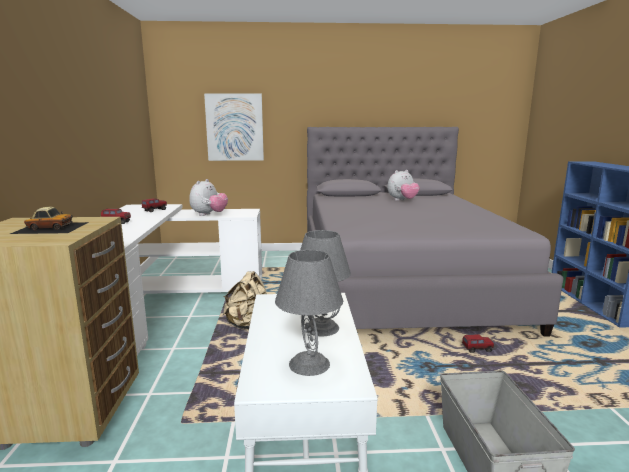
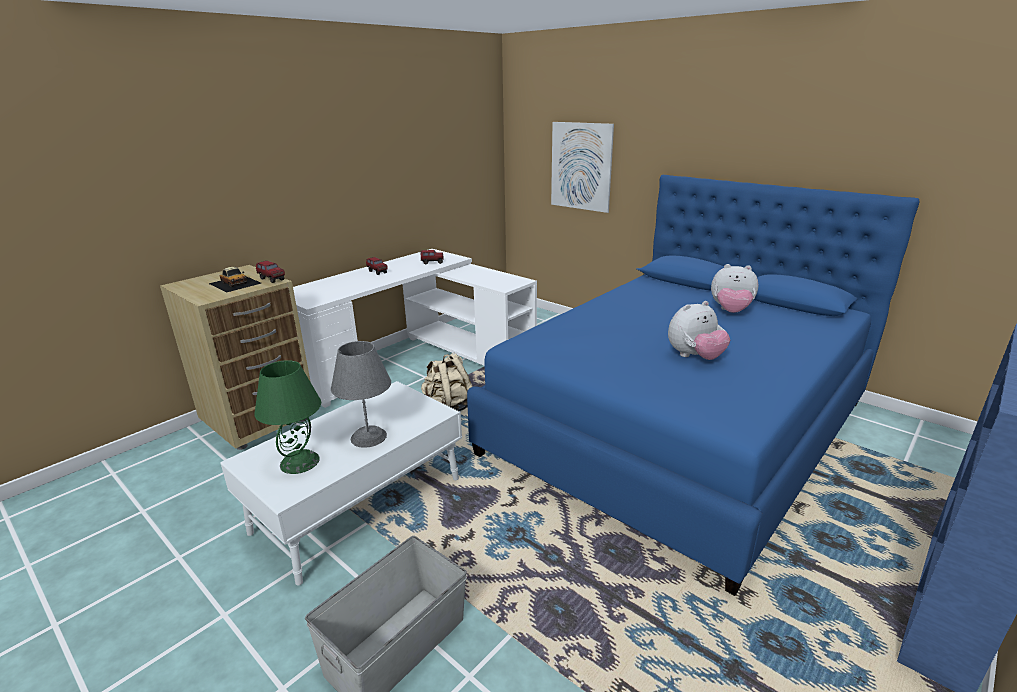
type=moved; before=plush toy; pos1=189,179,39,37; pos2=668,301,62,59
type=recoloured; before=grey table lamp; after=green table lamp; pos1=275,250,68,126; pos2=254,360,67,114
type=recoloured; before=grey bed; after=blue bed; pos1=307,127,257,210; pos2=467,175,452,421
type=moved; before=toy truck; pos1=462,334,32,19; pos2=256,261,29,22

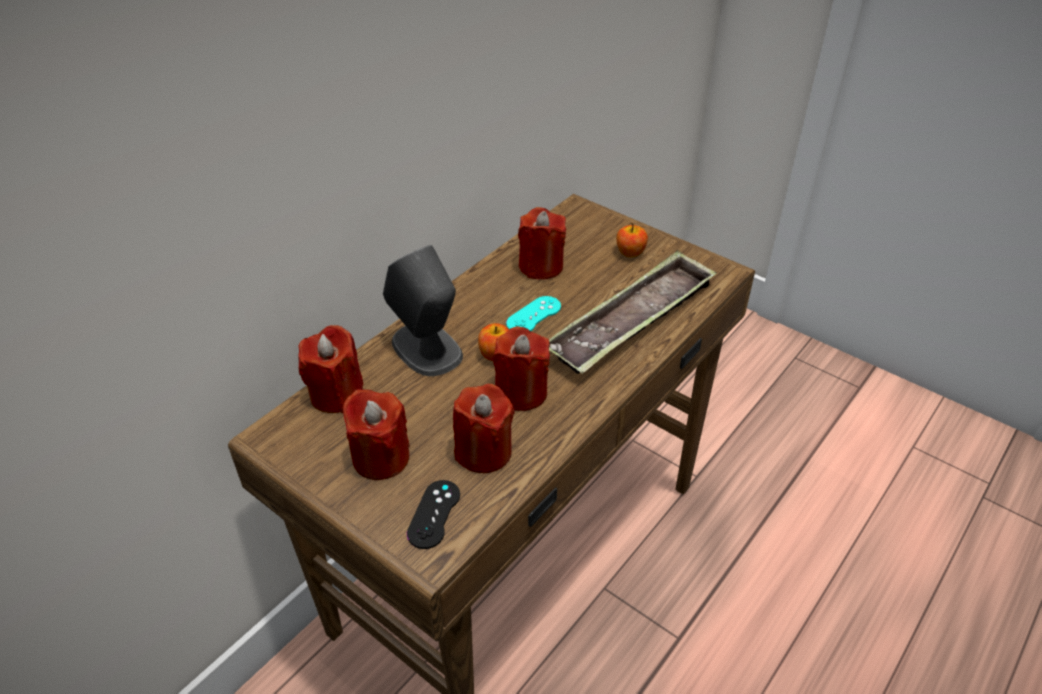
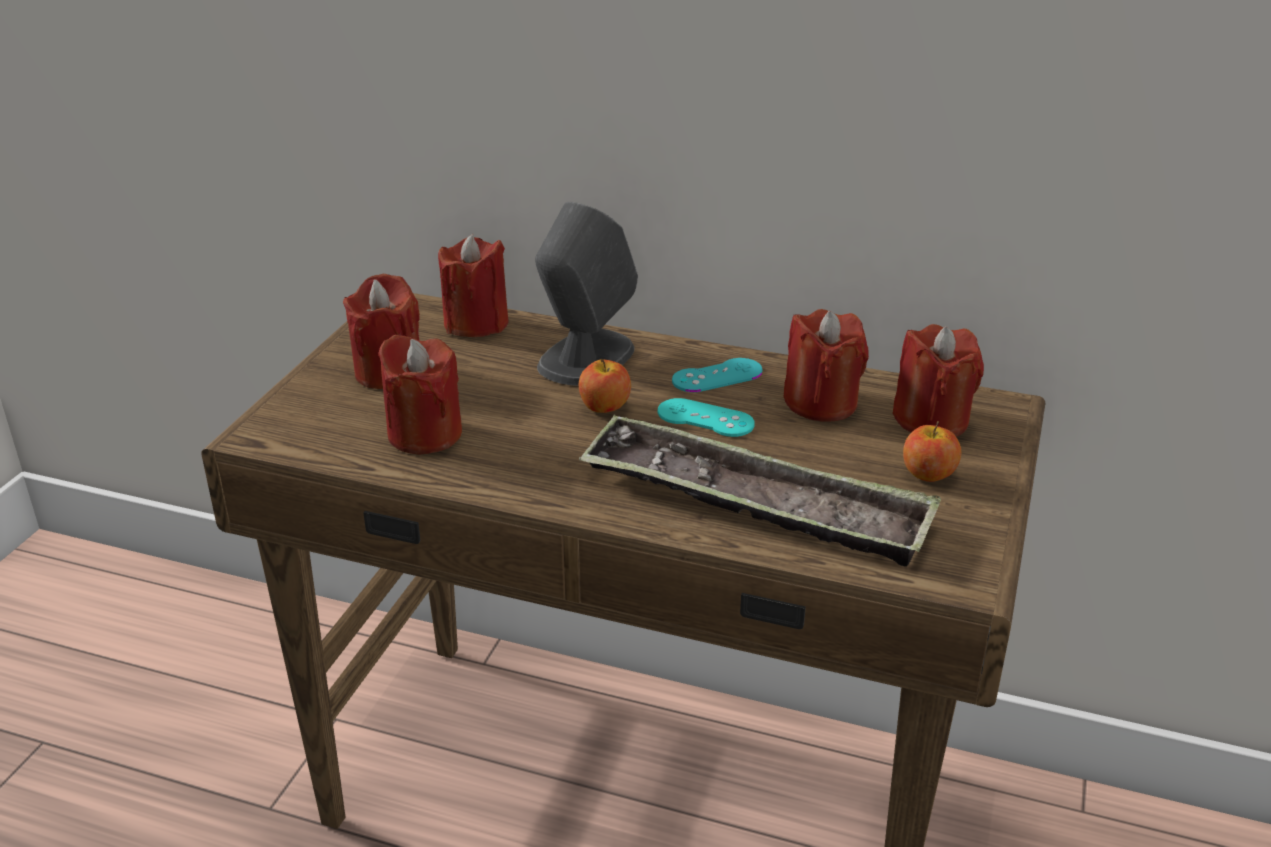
type=removed; before=black game controller; pos1=407,480,53,69
type=moved; before=red candle; pos1=493,327,57,84; pos2=892,324,92,113
type=added; after=turquoise game controller; pos2=672,358,91,34

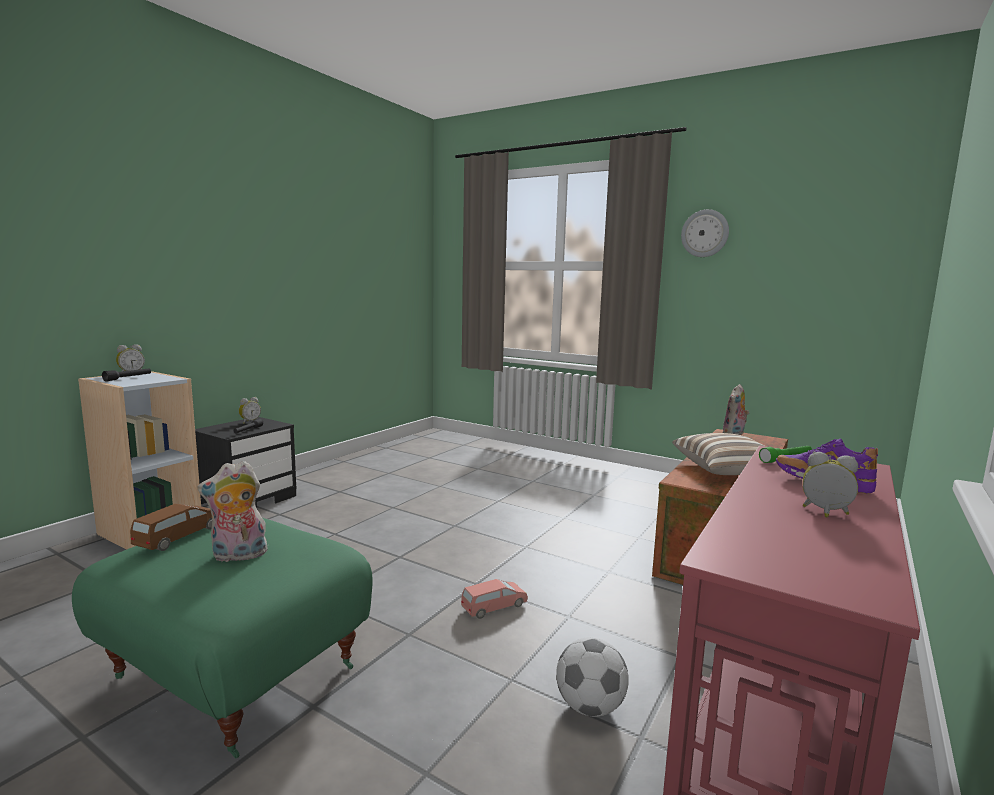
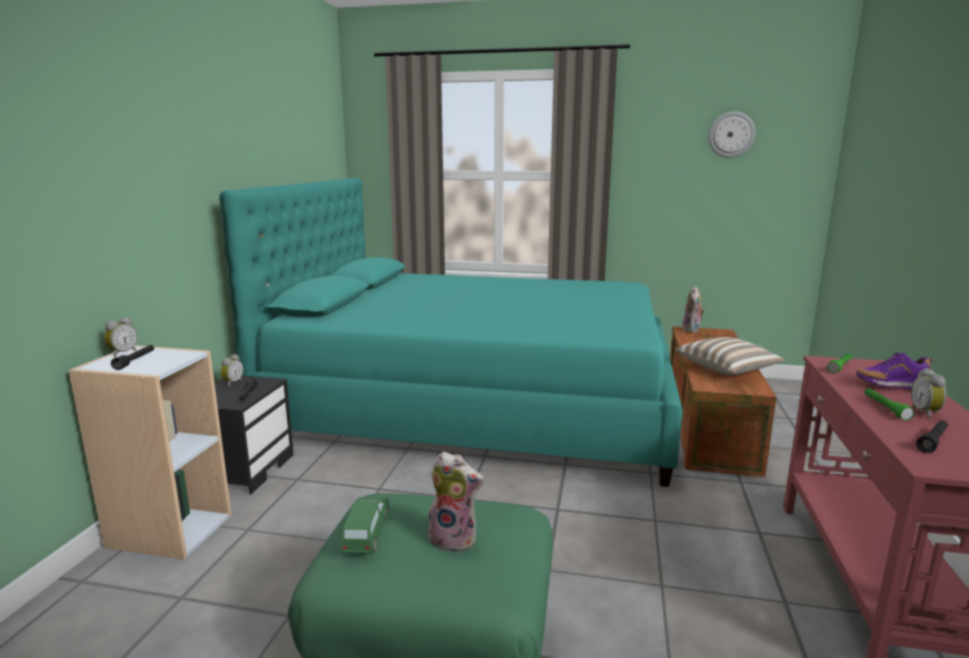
type=recoloured; before=brown toy car; after=green toy car; pos1=130,504,82,47; pos2=341,497,48,57
type=turned; before=plush toy; pos1=197,461,74,101; pos2=428,451,56,102; turn=-120
type=removed; before=pink toy car; pos1=461,579,67,40
type=removed; before=football; pos1=556,637,73,80
type=moved; before=wall clock; pos1=681,209,48,48; pos2=708,111,48,47
type=turned; before=alarm clock; pos1=803,451,55,66; pos2=911,368,35,51; turn=-90
type=added; after=turquoise bed; pos2=219,178,463,309
type=added; after=green flashlight; pos2=864,388,51,33
type=added; after=black flashlight; pos2=916,421,32,32

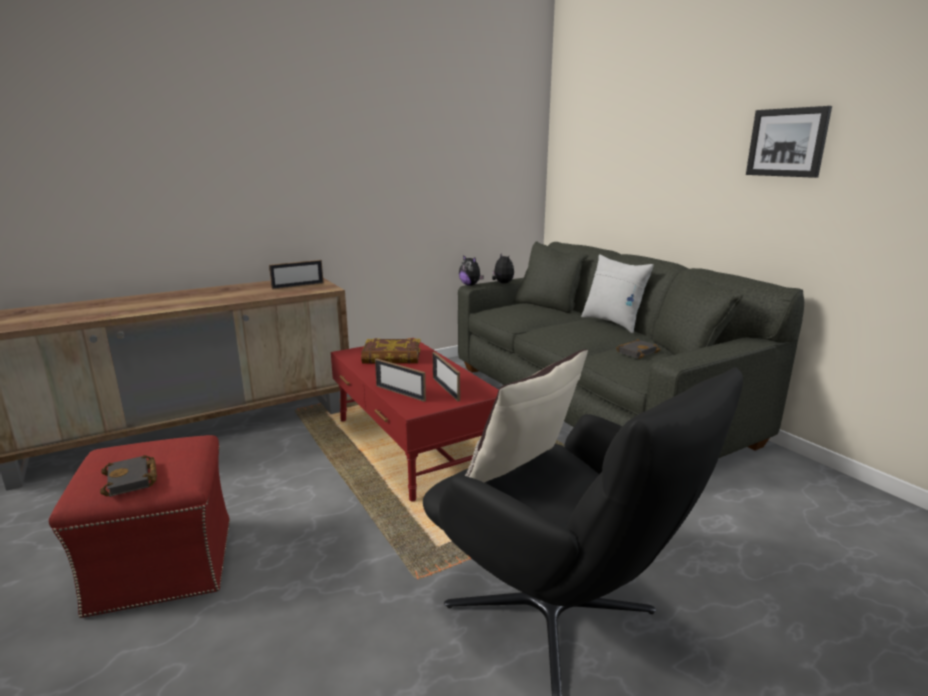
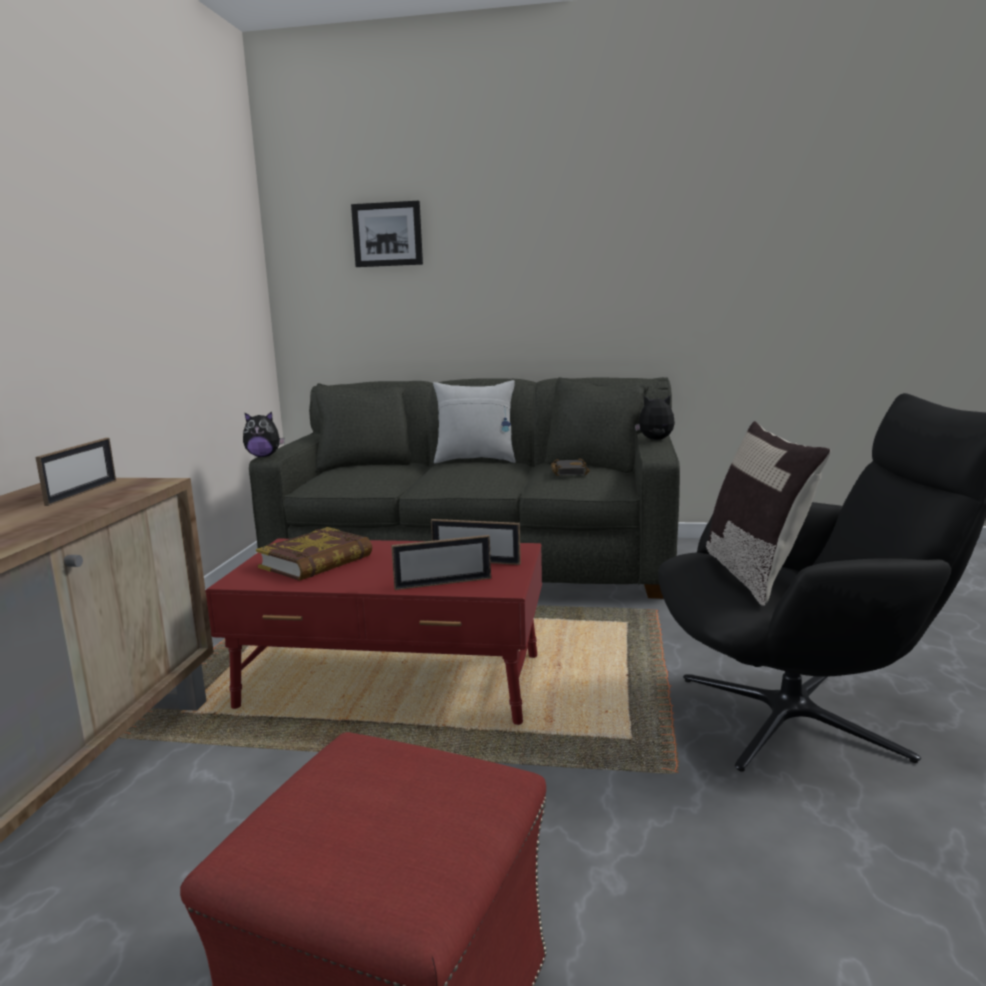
type=removed; before=black book; pos1=100,455,57,42
type=moved; before=plush toy; pos1=492,253,22,31; pos2=635,395,40,45
type=moved; before=picture; pos1=746,106,86,72; pos2=351,201,72,66

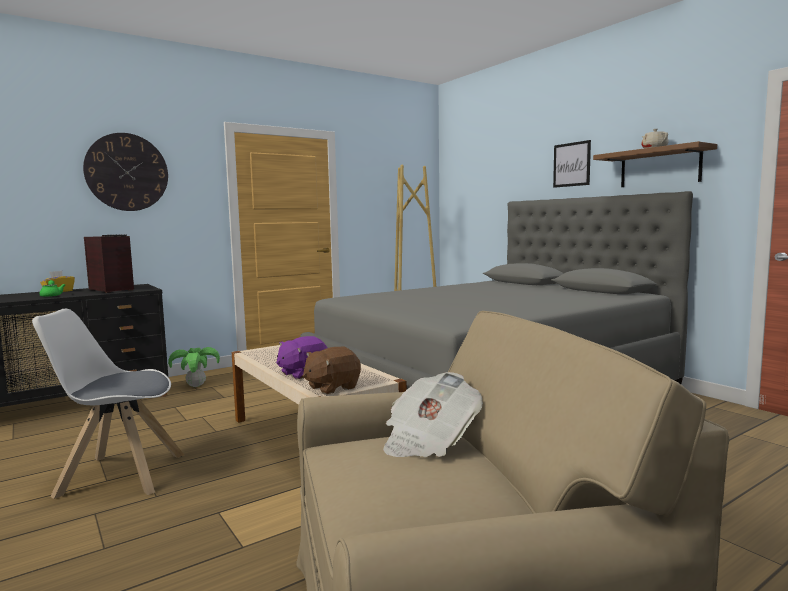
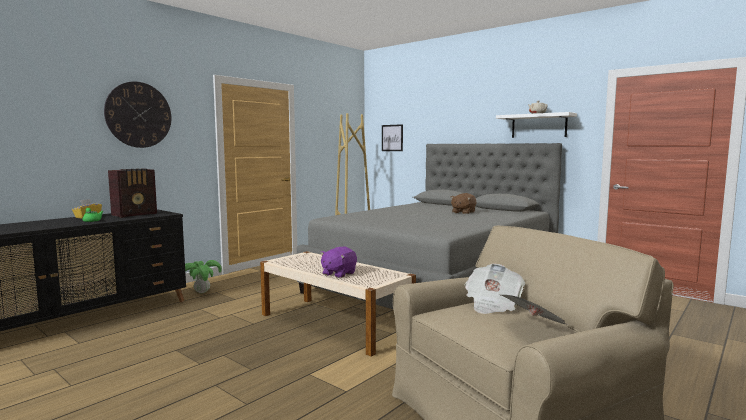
type=removed; before=chair; pos1=32,309,152,190
type=turned; before=radio; pos1=84,235,50,58; pos2=108,168,49,50; turn=105
type=moved; before=brown plush toy; pos1=303,347,58,47; pos2=451,193,25,21
type=moved; before=picture; pos1=553,140,38,48; pos2=382,124,21,27
type=recoloured; before=brown shelf; after=white shelf; pos1=593,141,124,46; pos2=496,112,81,26
type=added; after=newspaper; pos2=501,295,67,29

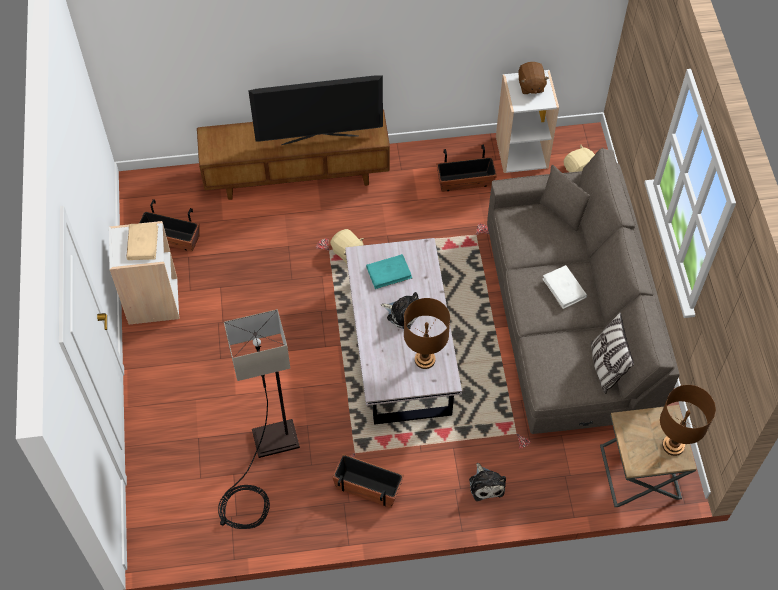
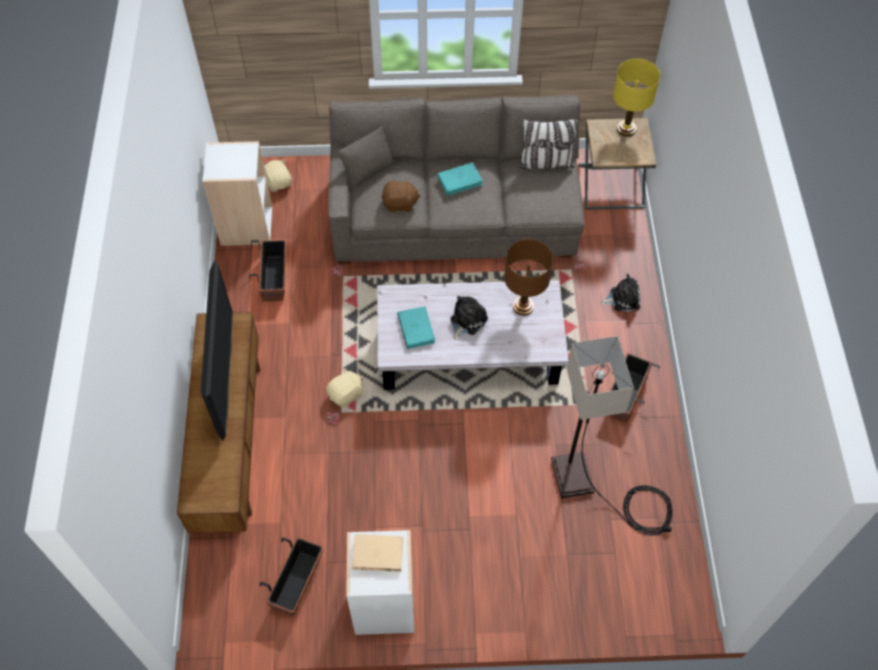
type=moved; before=brown plush toy; pos1=518,62,31,32; pos2=381,178,39,35
type=recoloured; before=white book; after=turquoise book; pos1=543,265,44,44; pos2=437,162,47,34
type=recoloured; before=brown table lamp; after=yellow table lamp; pos1=660,385,56,71; pos2=613,58,47,78

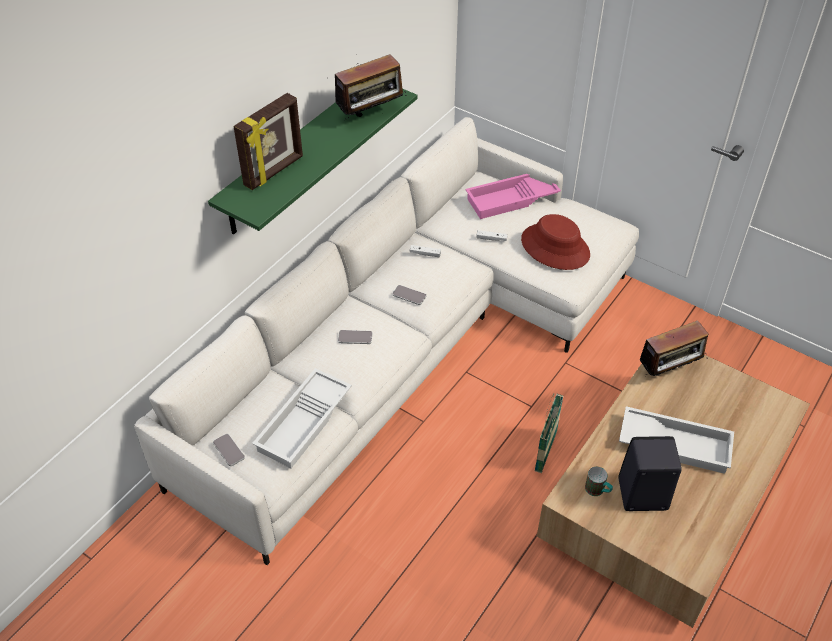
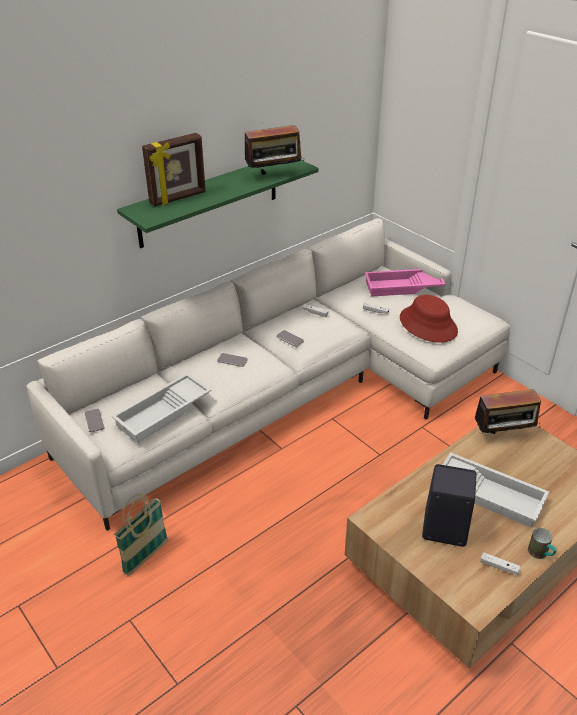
type=moved; before=basket; pos1=535,393,28,80; pos2=114,493,54,83
type=moved; before=mug; pos1=585,467,28,29; pos2=528,528,29,31
type=added; after=white game controller; pos2=481,552,40,23

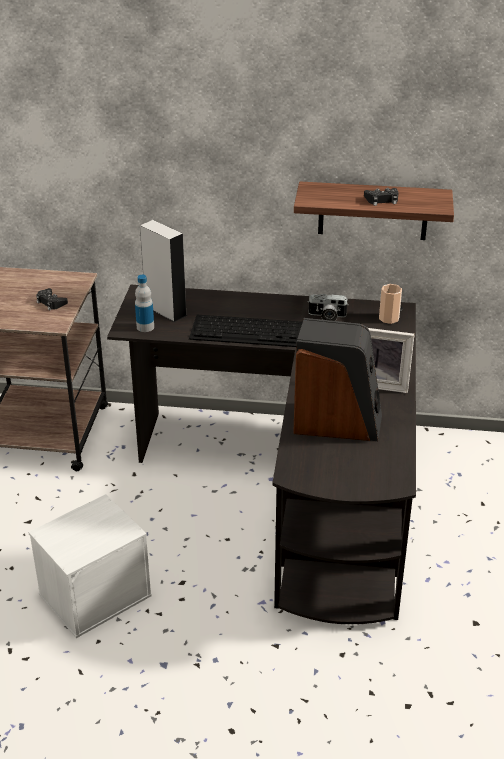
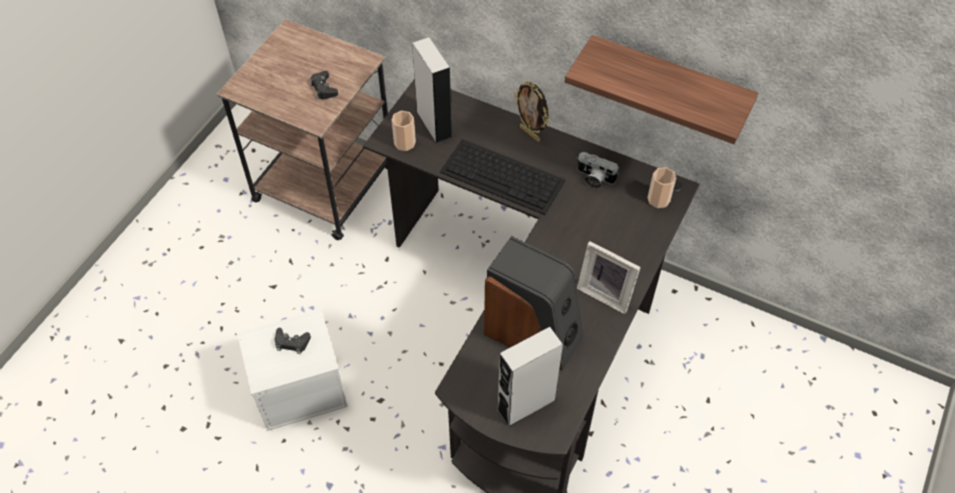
type=replaced; before=bottle; after=cup; pos1=135,275,19,57; pos2=391,111,25,40
type=moved; before=black game controller; pos1=364,188,35,18; pos2=274,328,37,26
type=added; after=grey speaker; pos2=496,327,67,100
type=added; after=picture frame; pos2=514,82,35,60

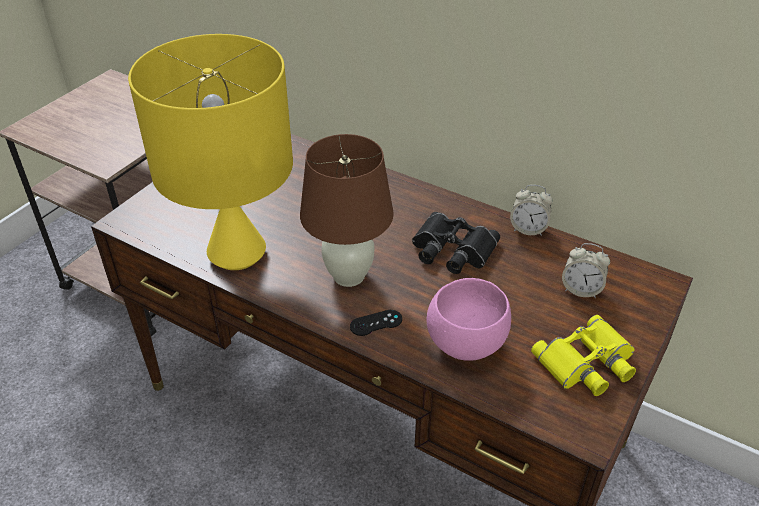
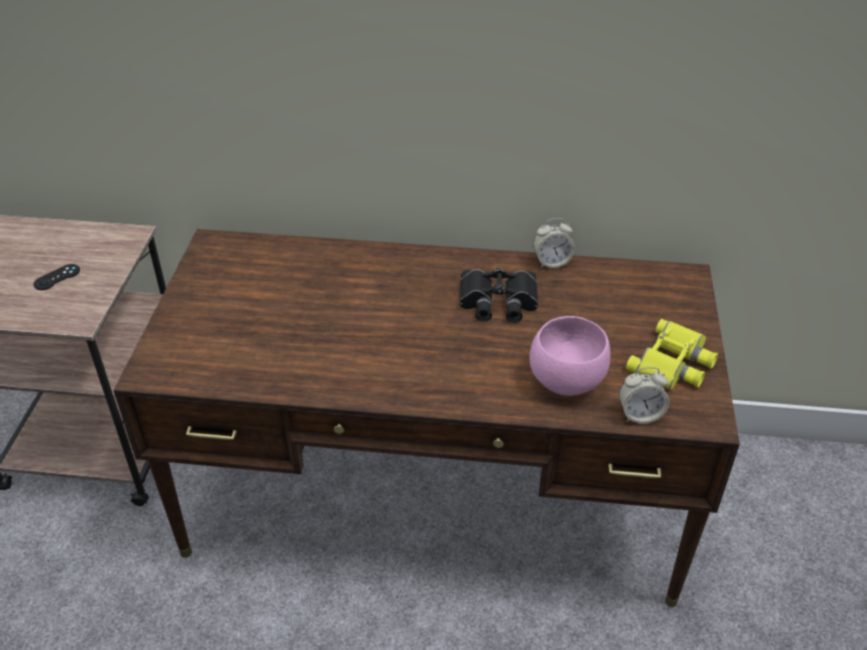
type=removed; before=yellow table lamp; pos1=128,34,165,236
type=removed; before=brown table lamp; pos1=300,134,94,153
type=moved; before=black game controller; pos1=350,310,52,26; pos2=33,264,47,26
type=moved; before=alarm clock; pos1=562,243,48,55; pos2=619,367,51,57

